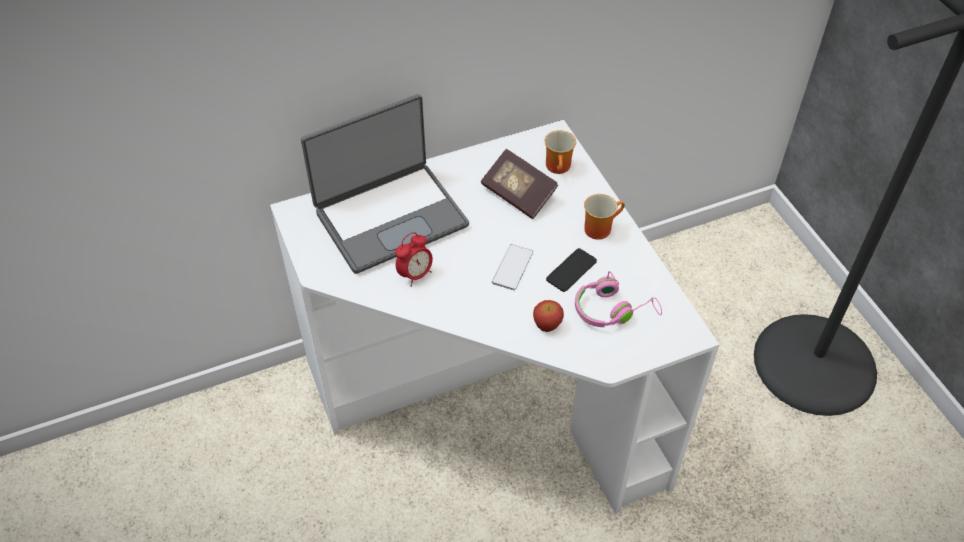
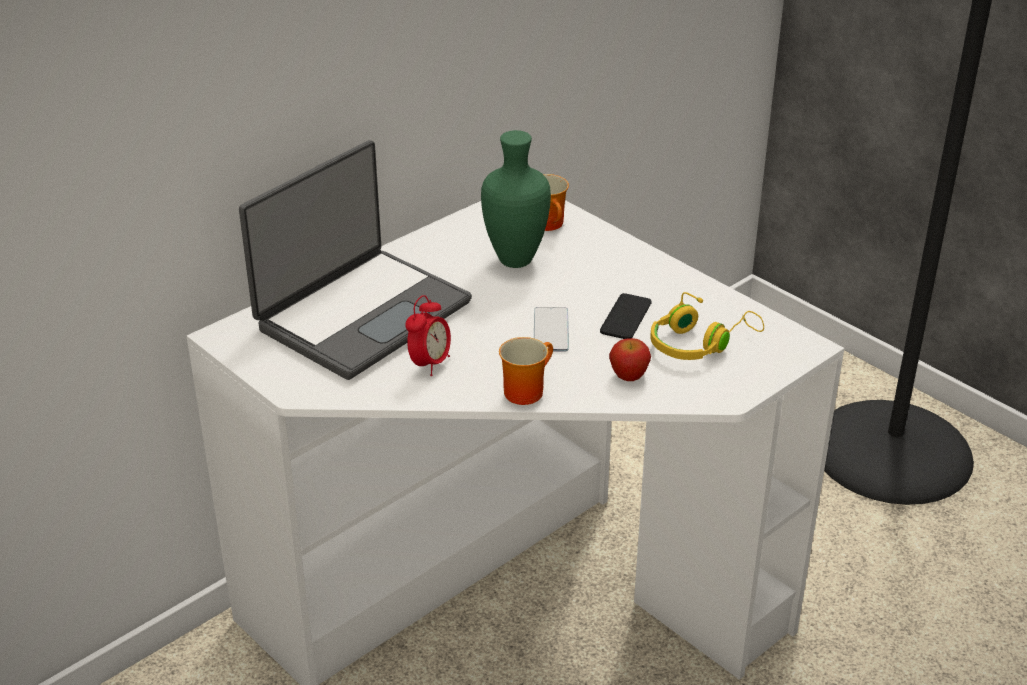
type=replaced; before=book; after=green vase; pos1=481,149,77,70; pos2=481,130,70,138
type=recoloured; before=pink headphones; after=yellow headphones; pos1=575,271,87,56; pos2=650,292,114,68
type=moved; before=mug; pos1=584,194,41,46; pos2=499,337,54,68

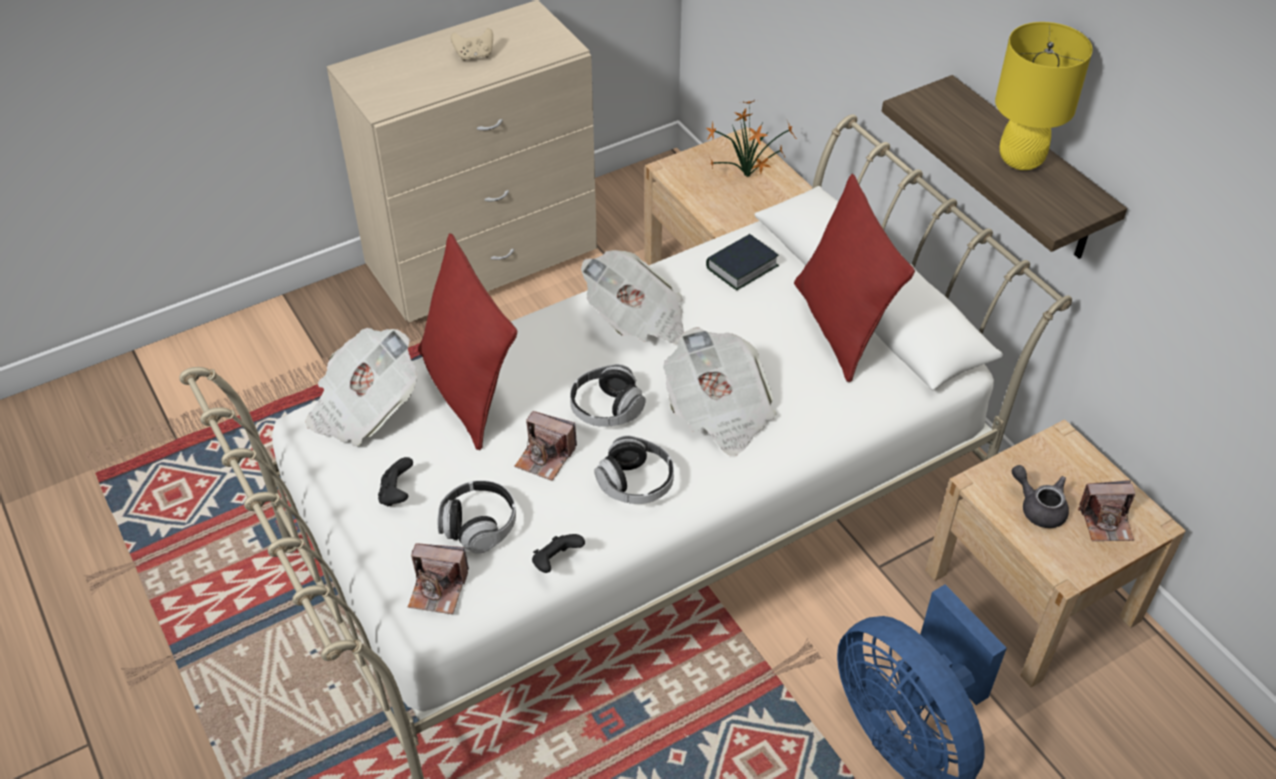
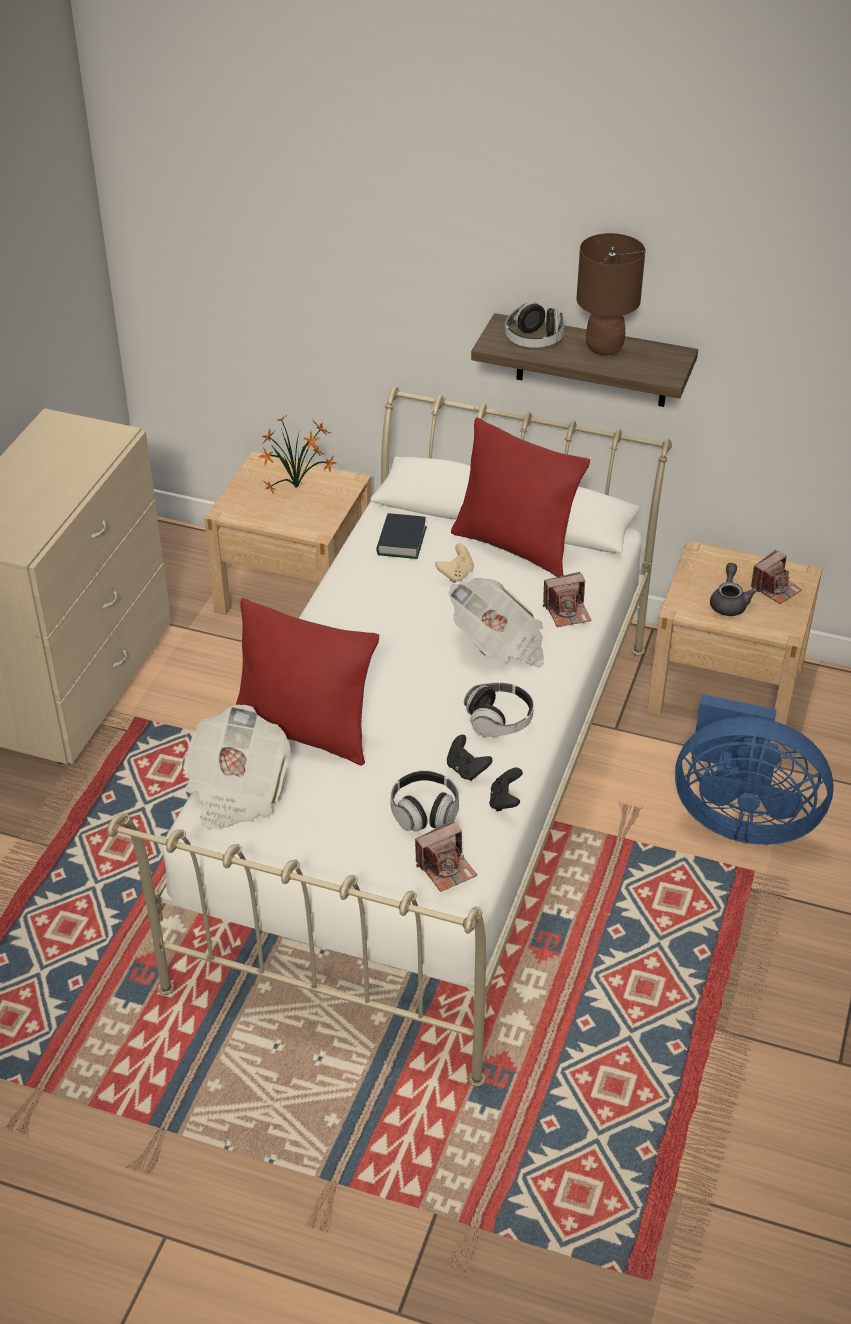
type=moved; before=black game controller; pos1=378,457,35,49; pos2=447,735,45,46
type=moved; before=beige game controller; pos1=451,28,42,33; pos2=435,544,39,39
type=moved; before=photo camera; pos1=514,411,63,70; pos2=543,572,49,55
type=moved; before=headphones; pos1=570,364,76,63; pos2=505,302,59,46
type=removed; before=newspaper; pos1=581,250,103,94
type=recoloured; before=yellow table lamp; after=brown table lamp; pos1=995,22,98,148; pos2=577,233,68,123
type=turned; before=grey teapot; pos1=1012,465,57,63; pos2=710,563,48,53; turn=90

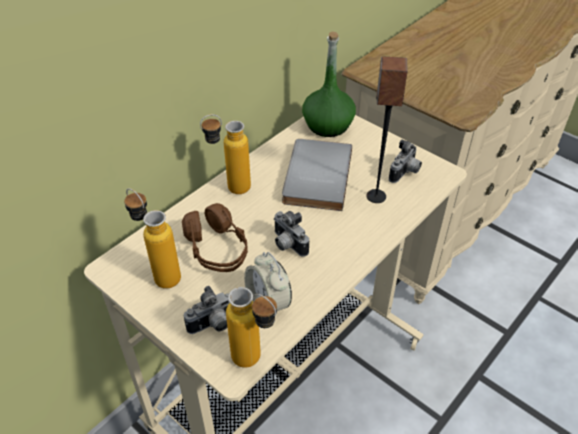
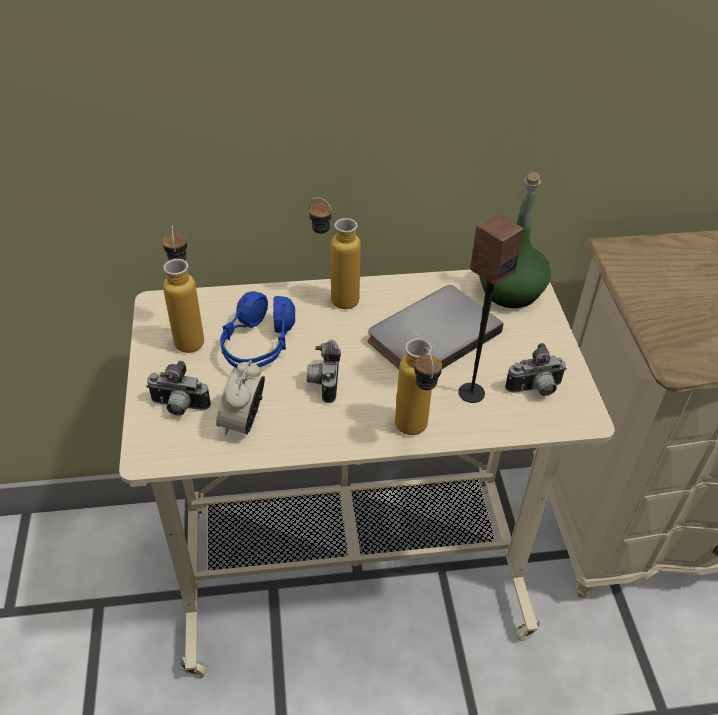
type=recoloured; before=brown headphones; after=blue headphones; pos1=182,203,66,69; pos2=220,291,75,77
type=moved; before=bottle; pos1=226,287,51,81; pos2=395,338,47,97

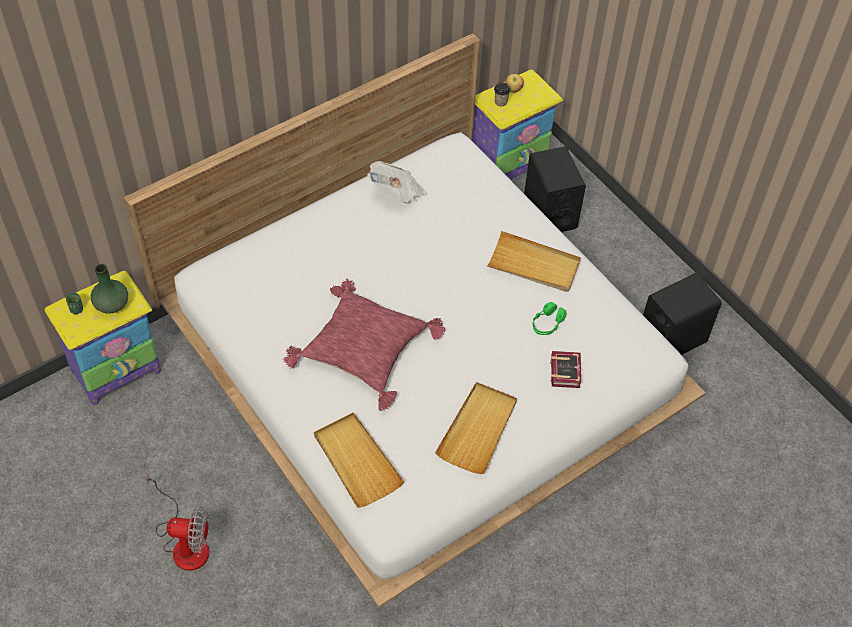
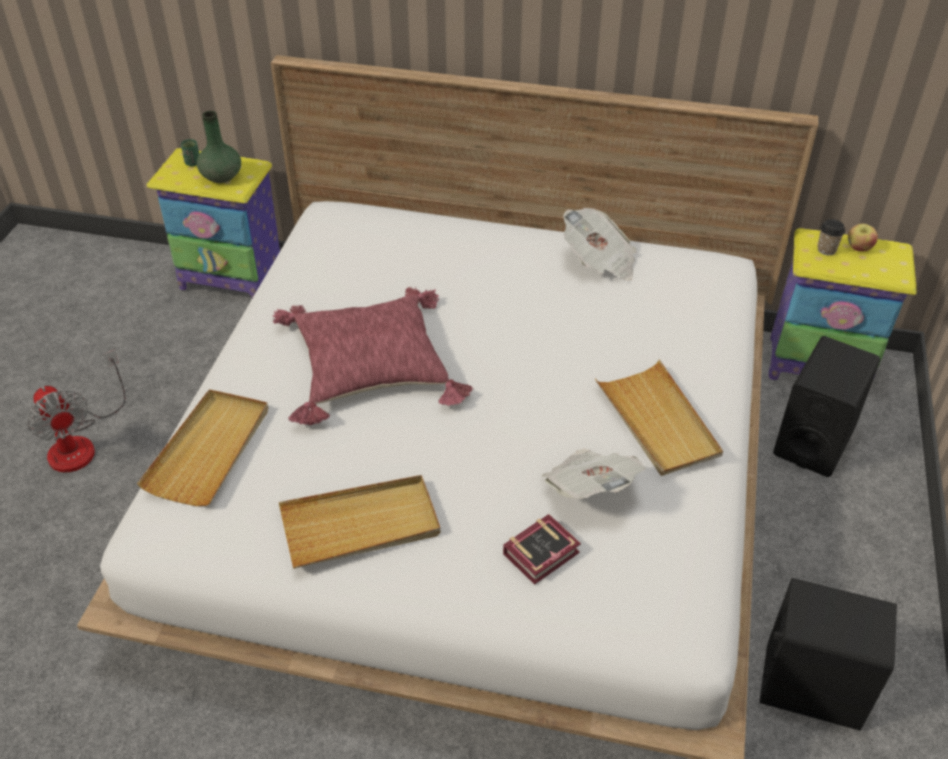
type=replaced; before=green headphones; after=newspaper; pos1=533,302,33,33; pos2=542,449,104,50

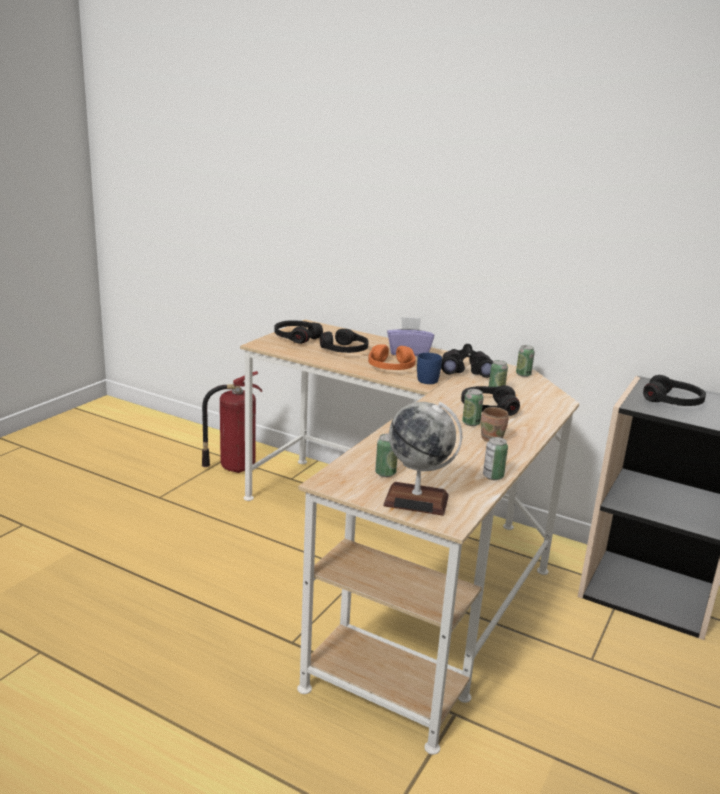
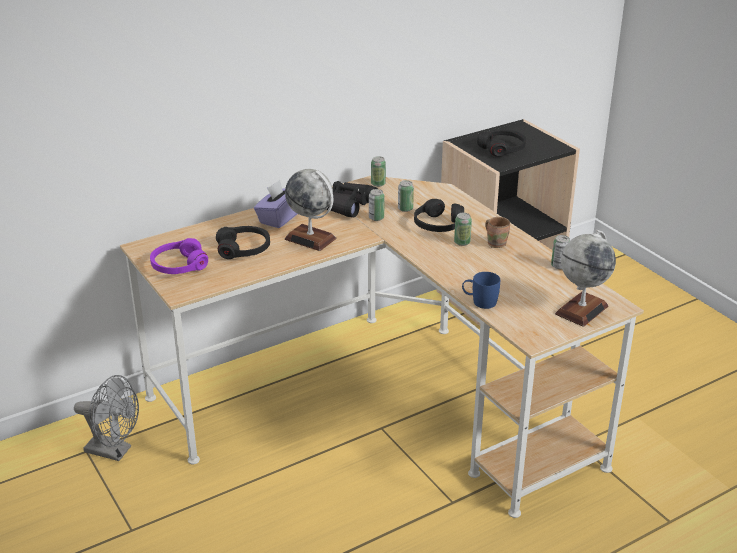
type=replaced; before=fire extinguisher; after=grey fan; pos1=202,371,60,102; pos2=74,375,65,86
type=recoloured; before=black headphones; after=purple headphones; pos1=274,320,49,24; pos2=150,238,58,36
type=replaced; before=orange headphones; after=globe; pos1=368,344,48,26; pos2=285,169,51,82
type=moved; before=can; pos1=375,434,22,43; pos2=369,189,16,32
type=moved; before=blue mug; pos1=417,353,25,31; pos2=462,272,38,37

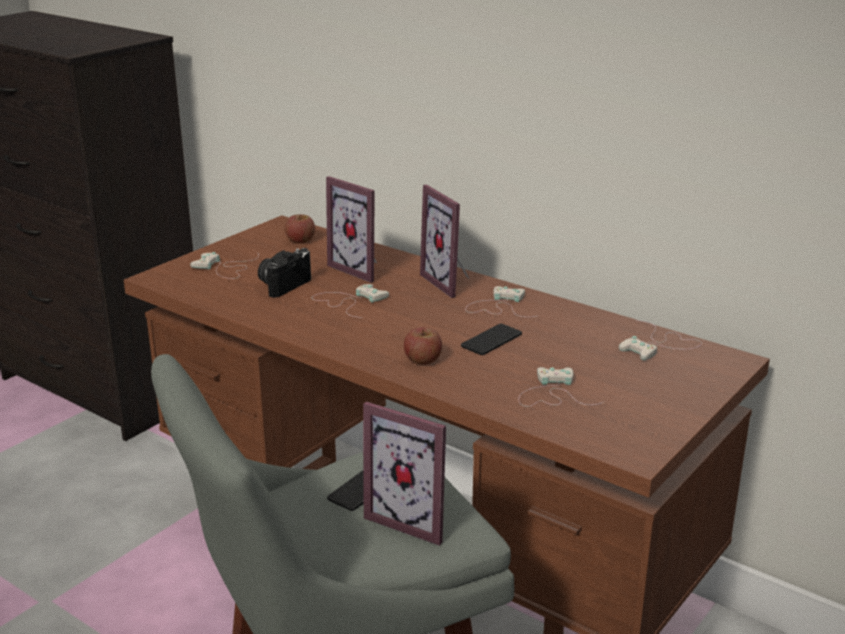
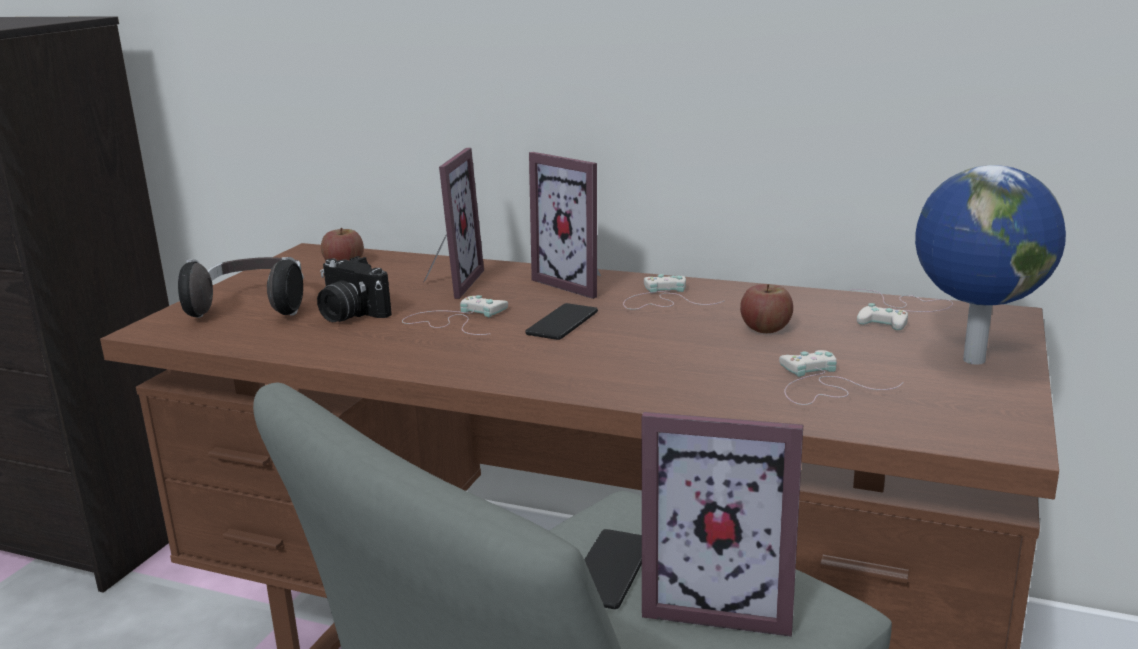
type=replaced; before=white game controller; after=headphones; pos1=190,252,69,27; pos2=178,257,126,61
type=turned; before=photo camera; pos1=258,248,53,50; pos2=317,256,75,66; turn=-75
type=turned; before=picture frame; pos1=326,176,52,107; pos2=424,148,60,151; turn=-105
type=moved; before=apple; pos1=404,327,38,38; pos2=740,284,53,49
type=moved; before=phone; pos1=461,324,61,31; pos2=525,303,73,37
type=added; after=globe; pos2=915,165,151,200

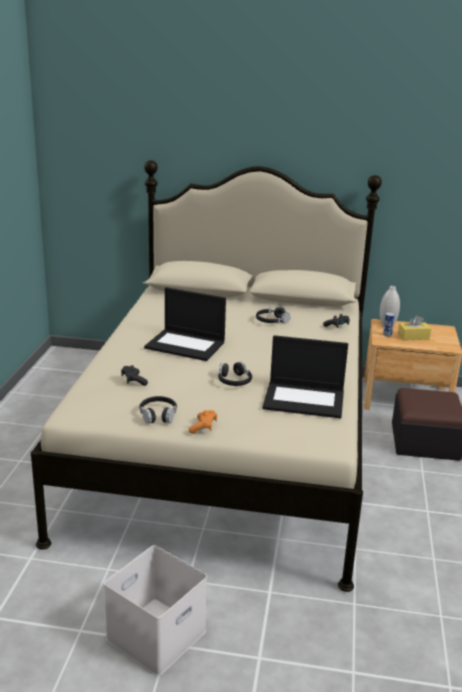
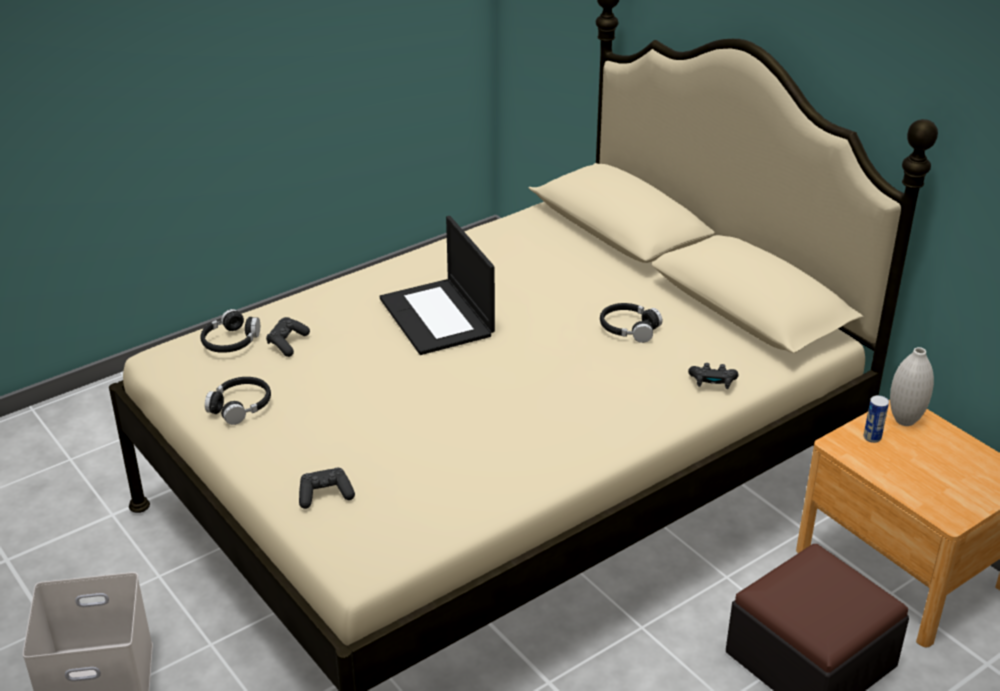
type=removed; before=orange game controller; pos1=189,410,28,24
type=moved; before=black headphones; pos1=218,362,34,24; pos2=200,309,60,44
type=removed; before=laptop; pos1=262,335,86,83
type=removed; before=yellow tissue box; pos1=398,315,33,26
type=added; after=black game controller; pos2=299,468,56,41

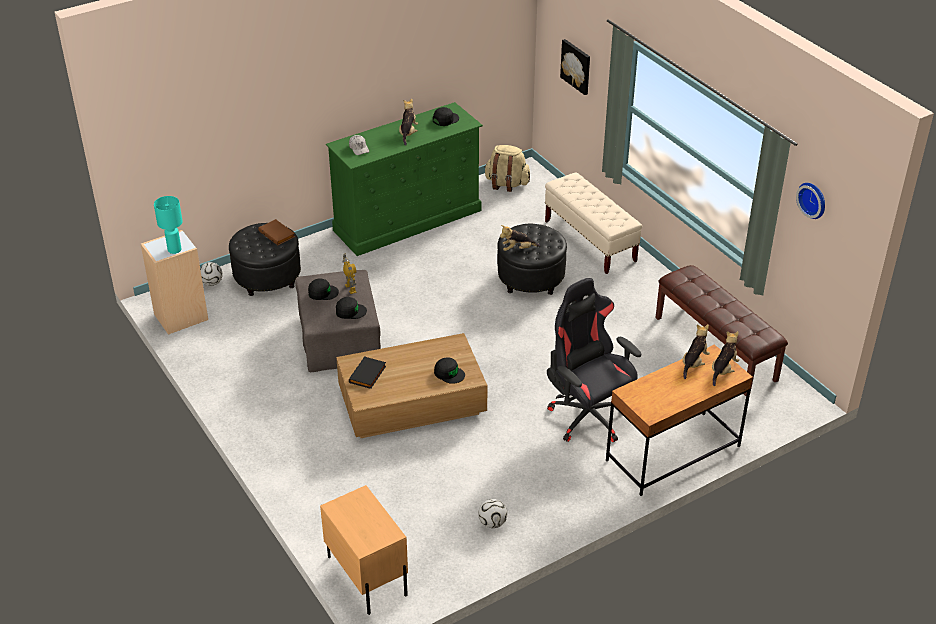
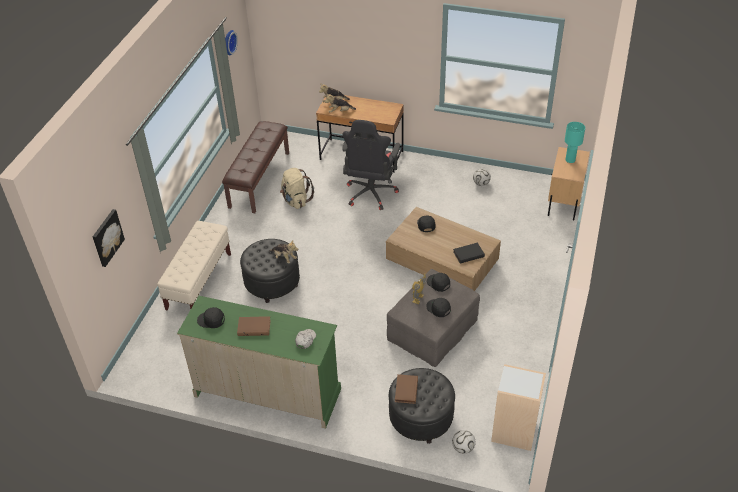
type=moved; before=turquoise table lamp; pos1=154,196,29,58; pos2=565,122,20,41
type=replaced; before=plush toy; after=brown book; pos1=399,98,19,48; pos2=237,316,34,20
type=moved; before=beige backpack; pos1=485,145,45,47; pos2=280,168,34,41

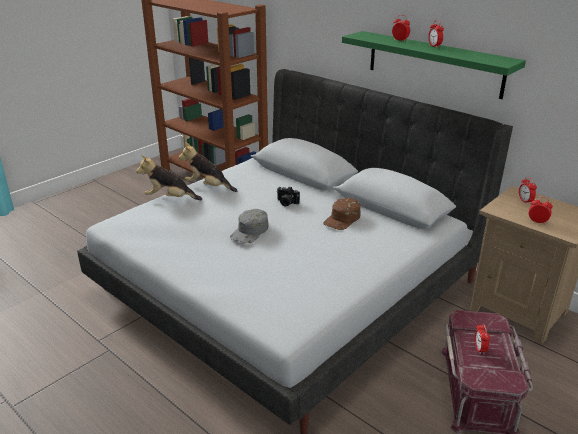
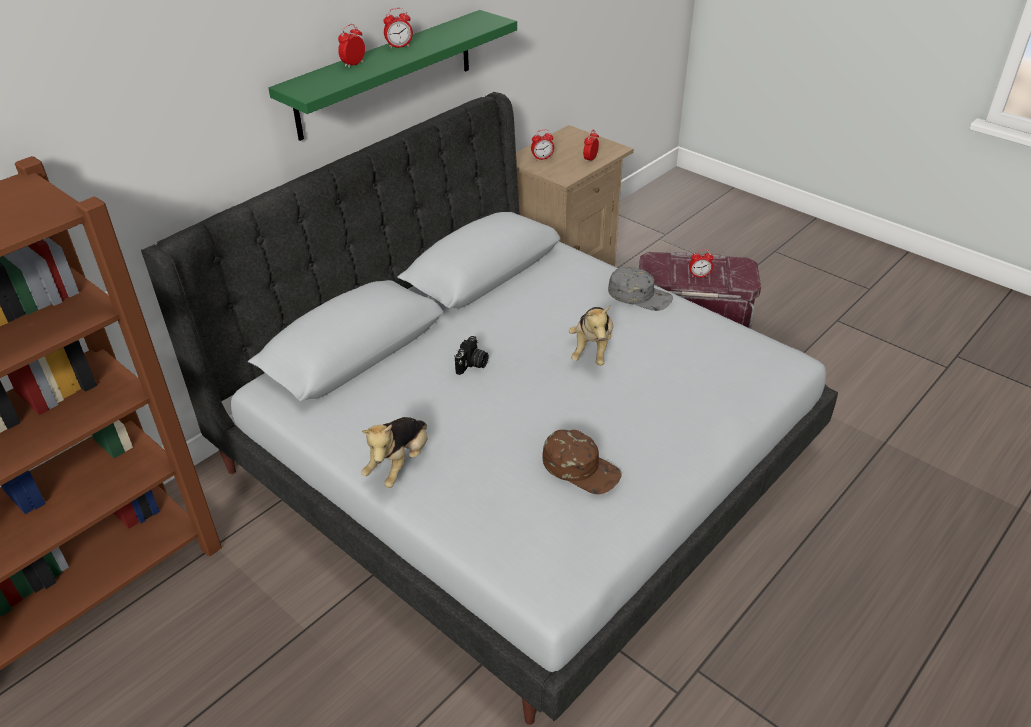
type=moved; before=plush toy; pos1=136,155,66,45; pos2=569,305,44,60
type=moved; before=grey cap; pos1=230,209,39,34; pos2=608,267,65,44
type=moved; before=brown cap; pos1=323,198,38,32; pos2=542,429,80,65

